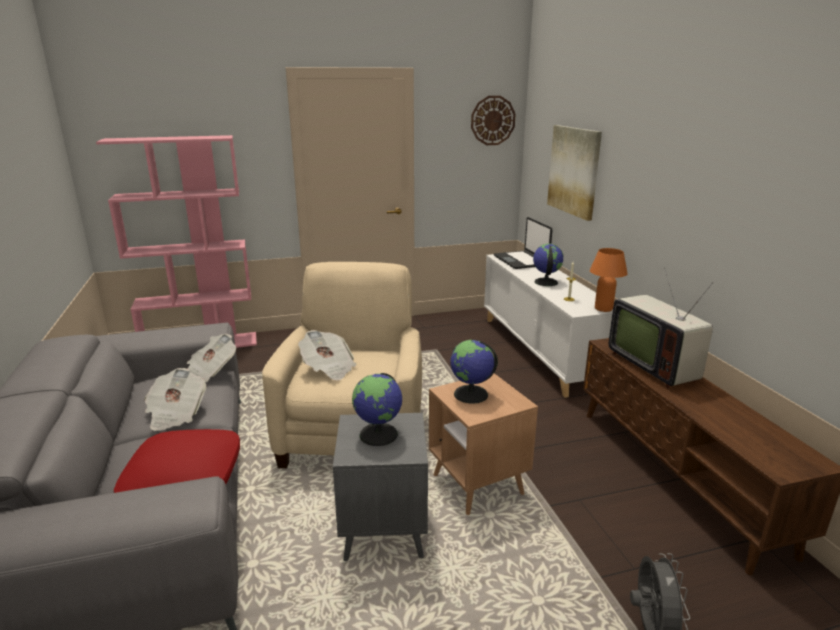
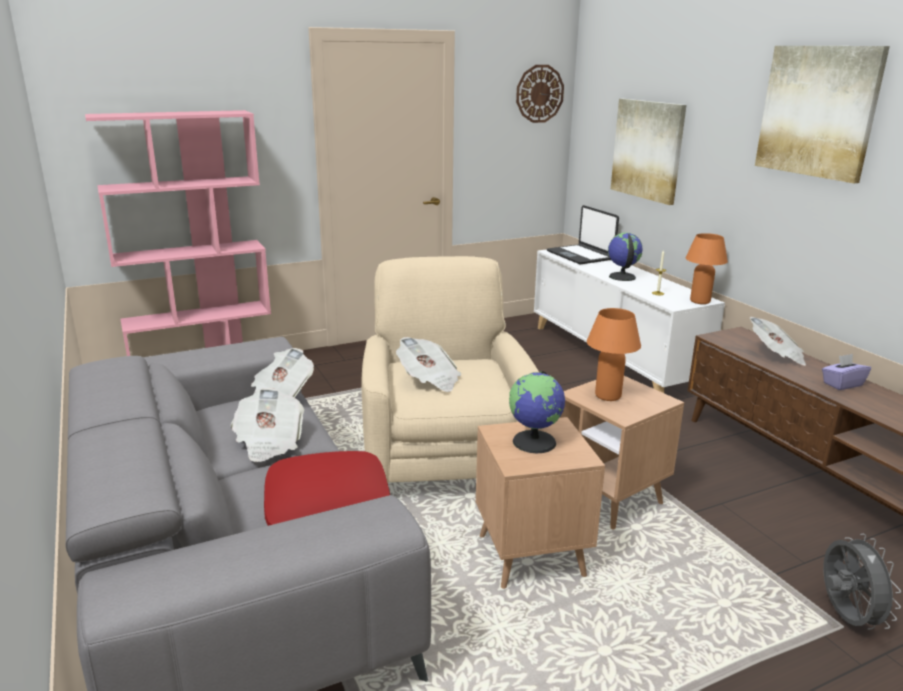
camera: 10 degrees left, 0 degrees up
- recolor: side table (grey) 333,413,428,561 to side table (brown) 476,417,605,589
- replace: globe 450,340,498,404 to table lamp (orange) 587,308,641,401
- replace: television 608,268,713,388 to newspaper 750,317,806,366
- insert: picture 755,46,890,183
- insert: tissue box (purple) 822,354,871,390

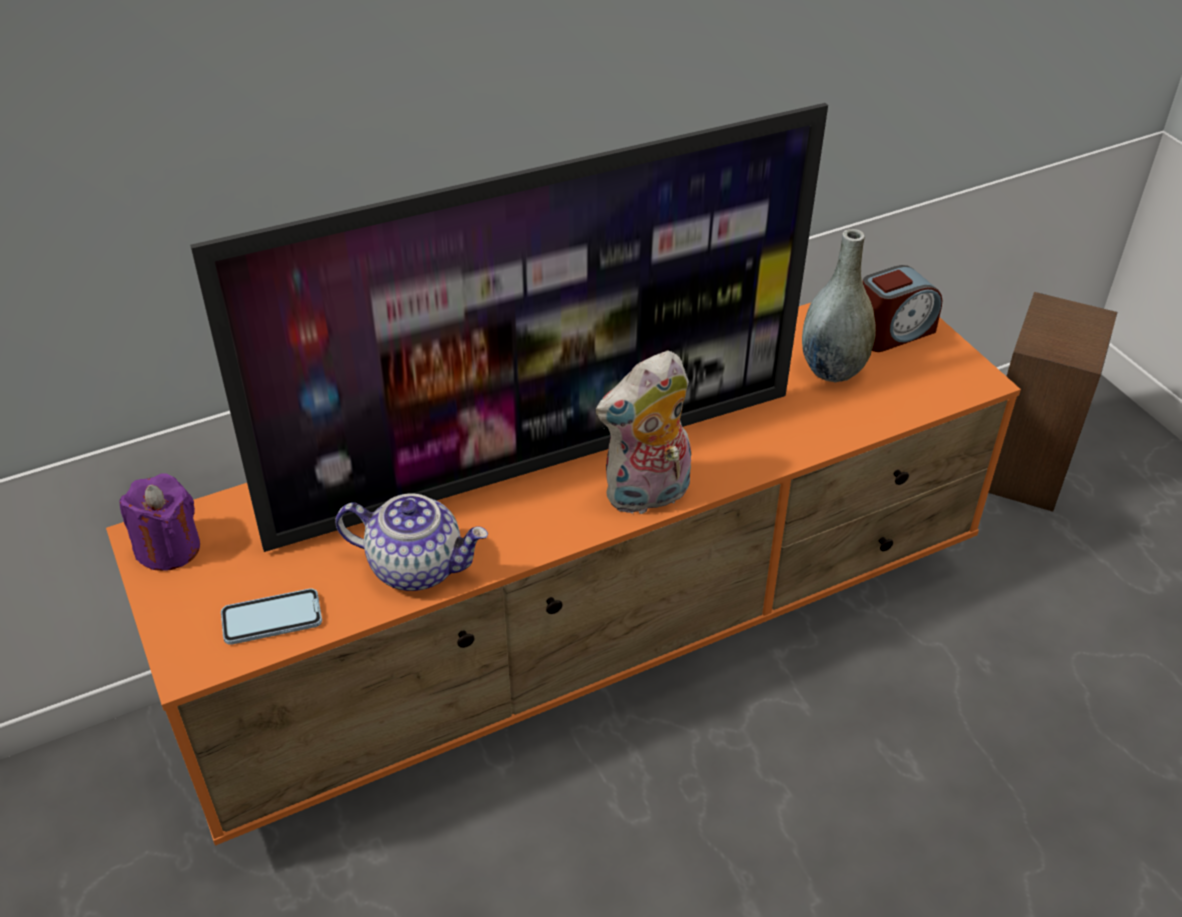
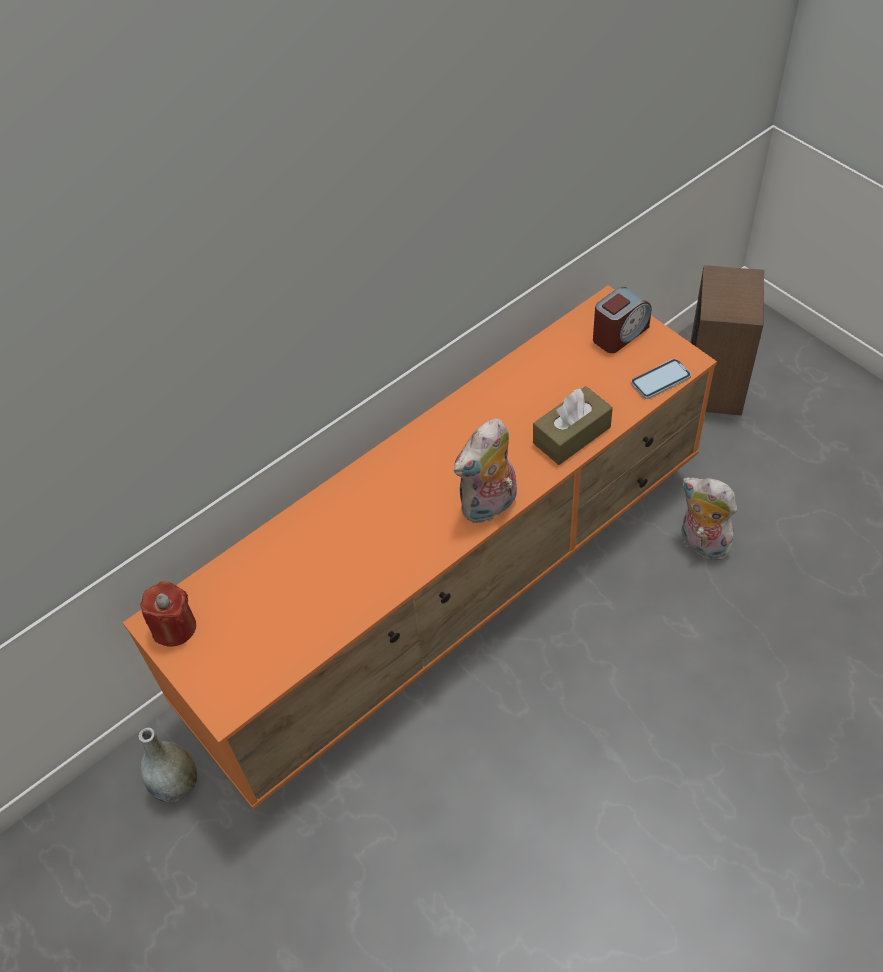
camera: 10 degrees left, 10 degrees up
- move: vase (grey) 802,229,876,383 to 138,728,197,803
- recolor: candle (purple) 119,473,200,571 to candle (red) 140,581,196,647
- insert: tissue box (brown) 533,386,613,465
- move: phone 221,588,322,645 to 631,359,691,399
- insert: plush toy 681,477,738,561
- delete: television 190,103,828,552
- delete: teapot 335,493,488,591

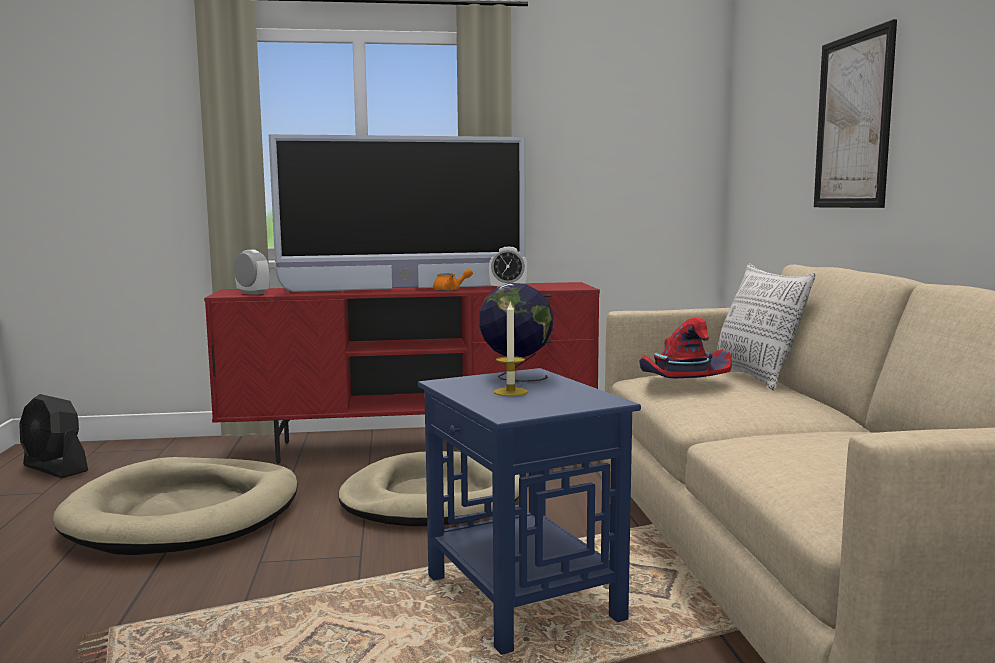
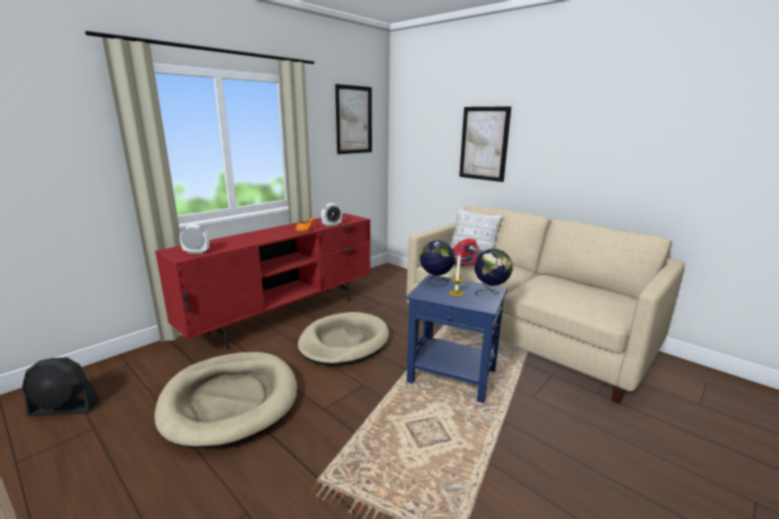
camera: 40 degrees left, 10 degrees up
- insert: picture 335,84,372,154
- insert: globe 474,249,513,296
- delete: television 269,134,526,292

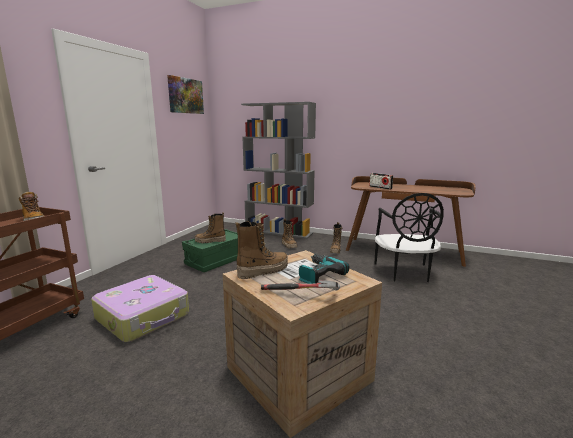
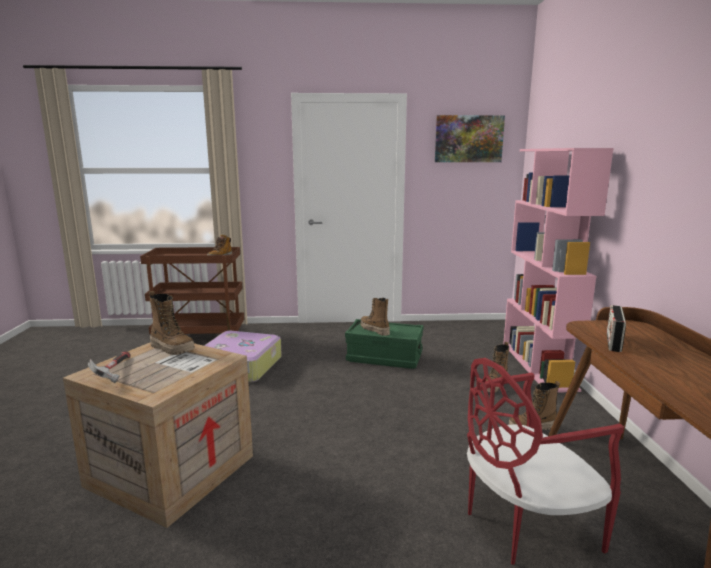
camera: 65 degrees right, 0 degrees up
- recolor: chair (black) 375,193,444,282 to chair (red) 467,358,624,565
- recolor: bookcase (grey) 241,102,316,239 to bookcase (pink) 503,148,614,393
- delete: power drill 299,254,350,284

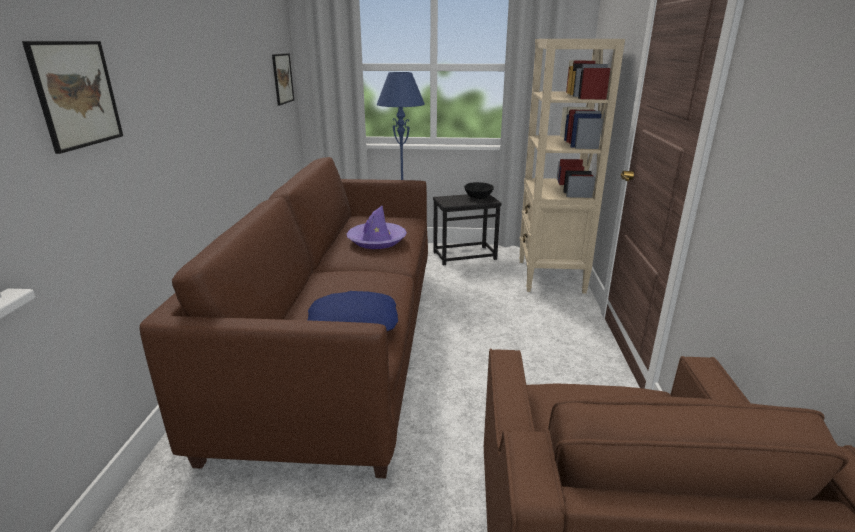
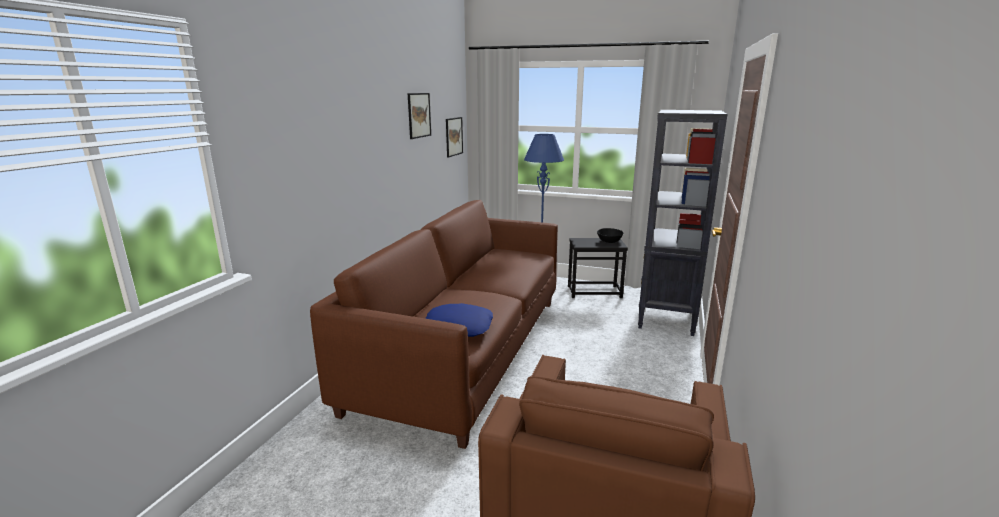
camera: 15 degrees right, 5 degrees down
- move: picture 22,41,123,154 to 408,93,431,139
- recolor: bookcase (beige) 519,39,625,294 to bookcase (black) 638,110,728,336
- delete: hat (purple) 346,206,407,249

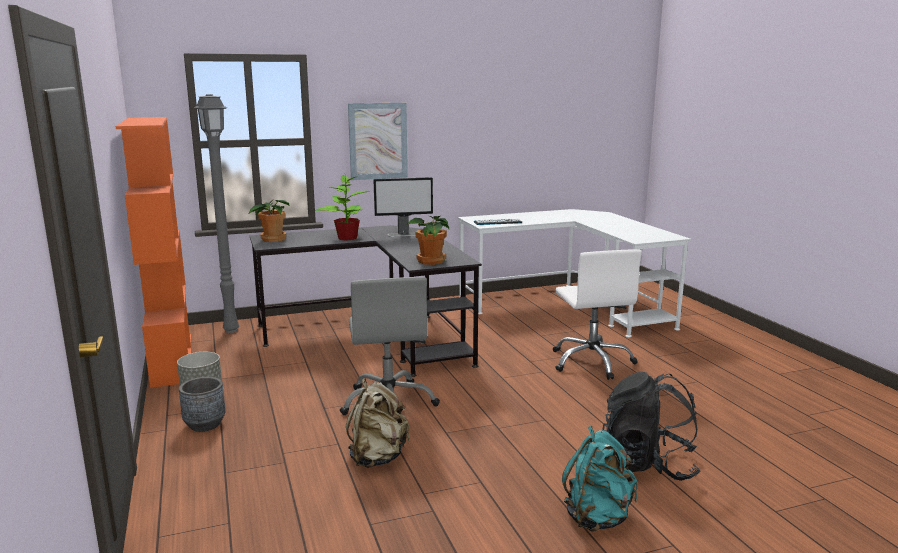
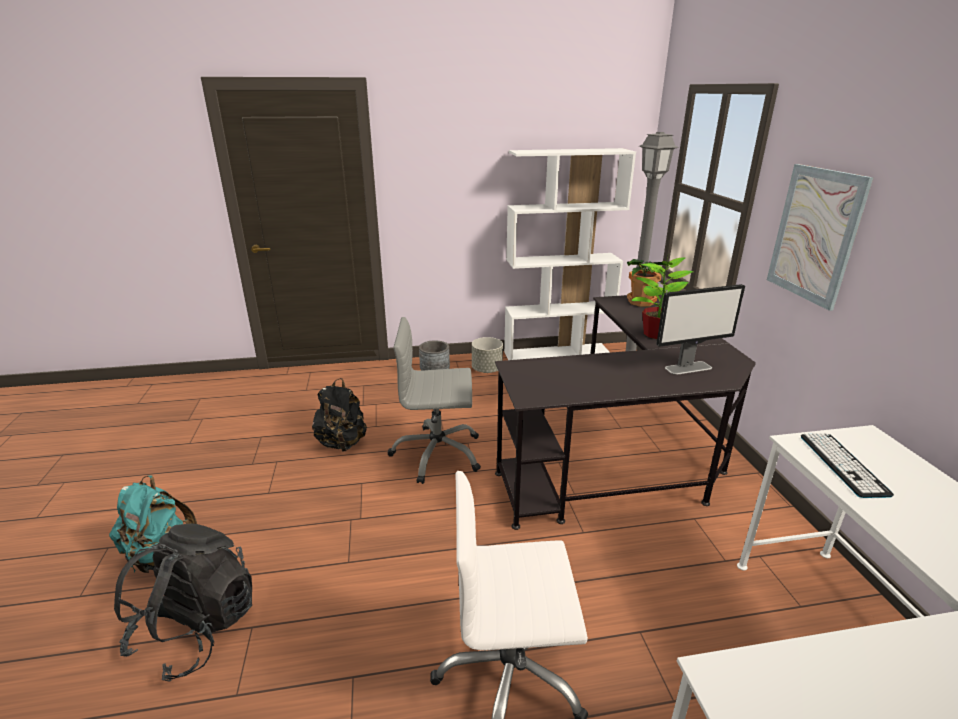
camera: 100 degrees right, 10 degrees up
- recolor: backpack (beige) 346,378,410,468 to backpack (black) 312,378,367,452
- recolor: bookcase (orange) 116,117,191,388 to bookcase (white) 504,148,636,360
- rotate: monitor 374,177,433,237 = 656,284,745,375 105 degrees counterclockwise
- delete: potted plant 407,216,449,265

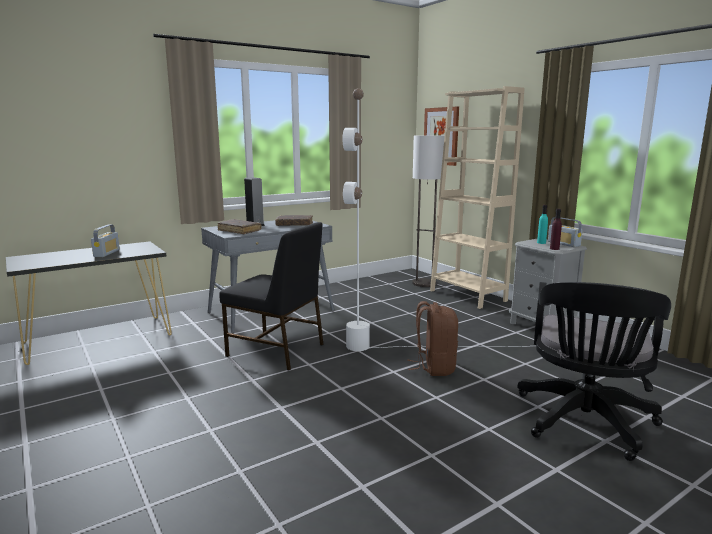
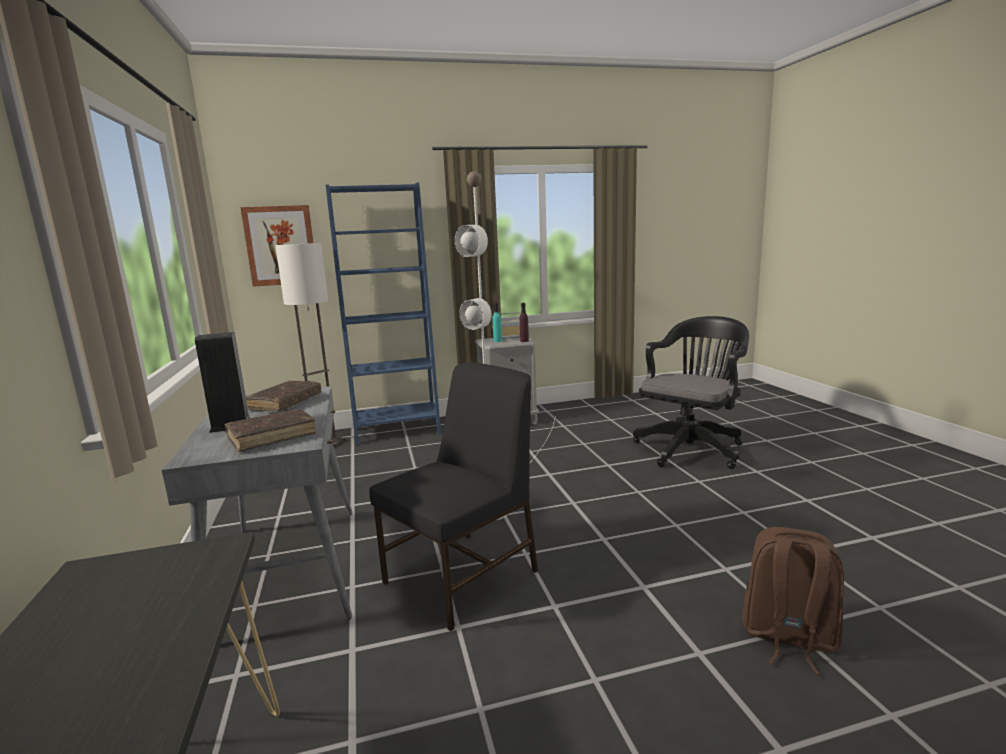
camera: 70 degrees left, 0 degrees up
- recolor: bookcase (beige) 430,86,525,309 to bookcase (blue) 326,183,441,445
- rotate: office chair (black) 517,282,671,461 = 633,316,749,469 90 degrees counterclockwise
- move: backpack (brown) 407,301,458,376 to 742,527,844,675
- delete: radio 91,224,120,257

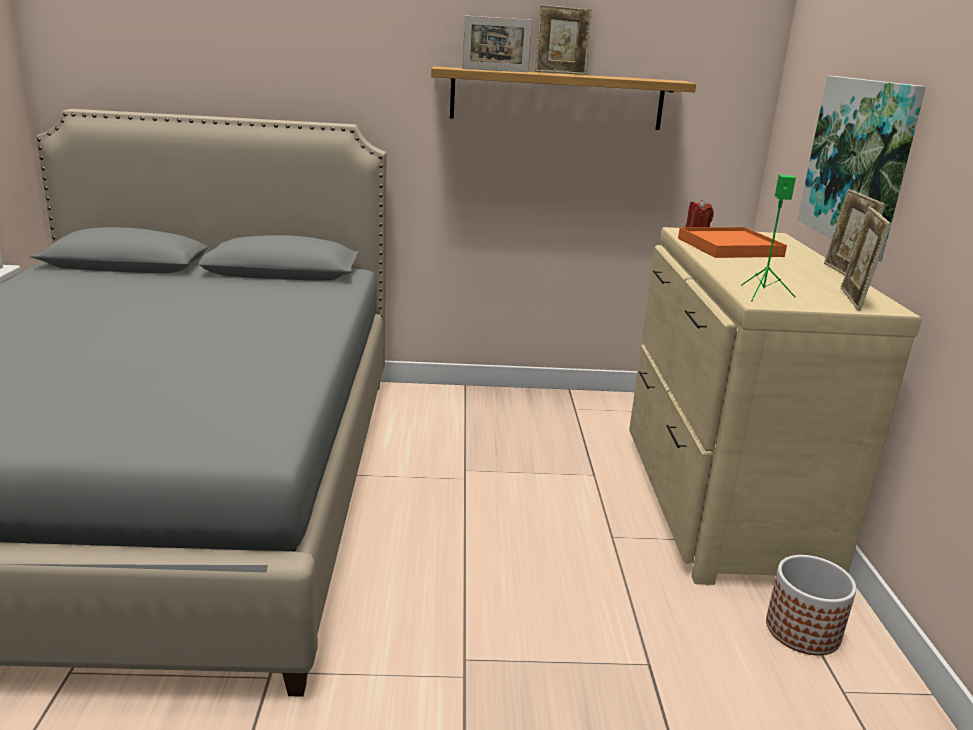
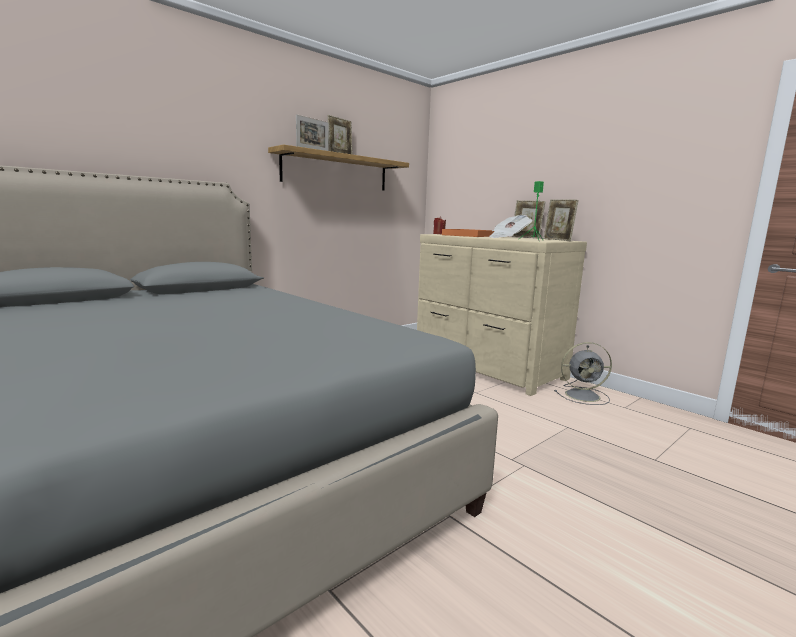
camera: 40 degrees left, 10 degrees down
- insert: newspaper 489,215,532,238
- replace: planter 766,555,856,655 to fan (grey) 554,342,612,405
- delete: picture 798,76,926,261

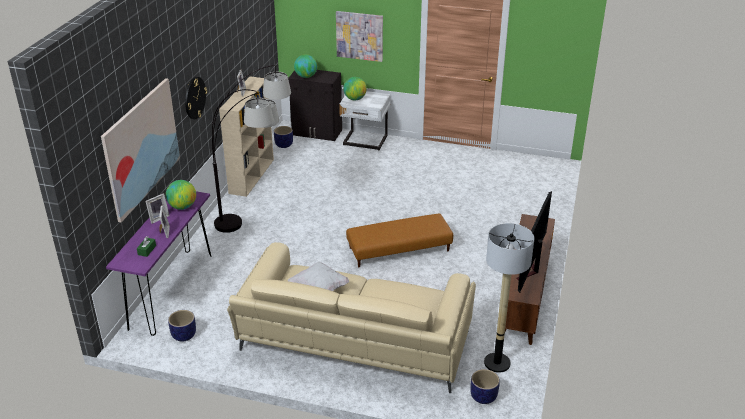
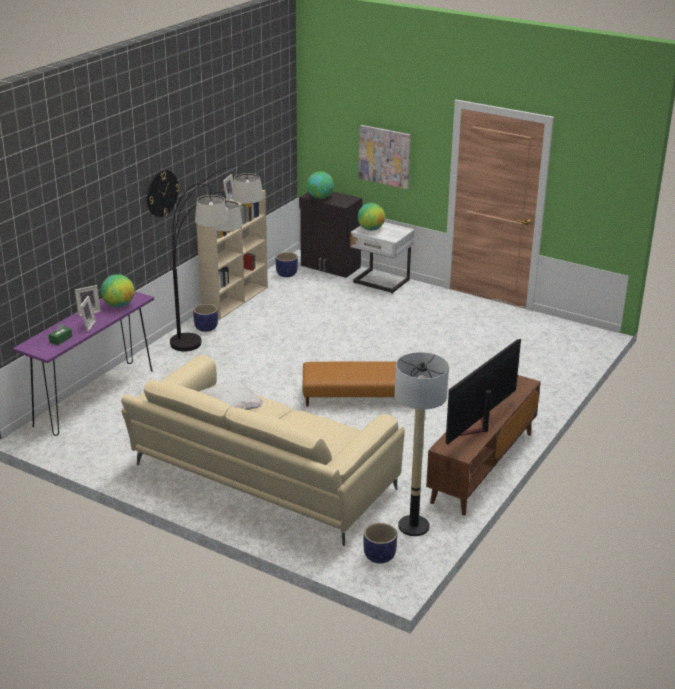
camera: 15 degrees right, 5 degrees down
- move: planter 168,310,196,341 to 193,304,218,332
- delete: picture 101,78,180,222

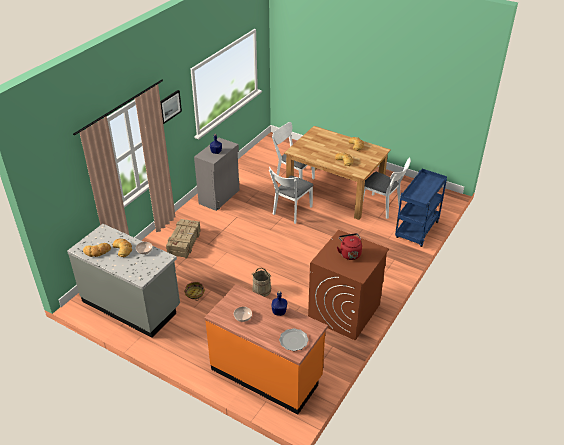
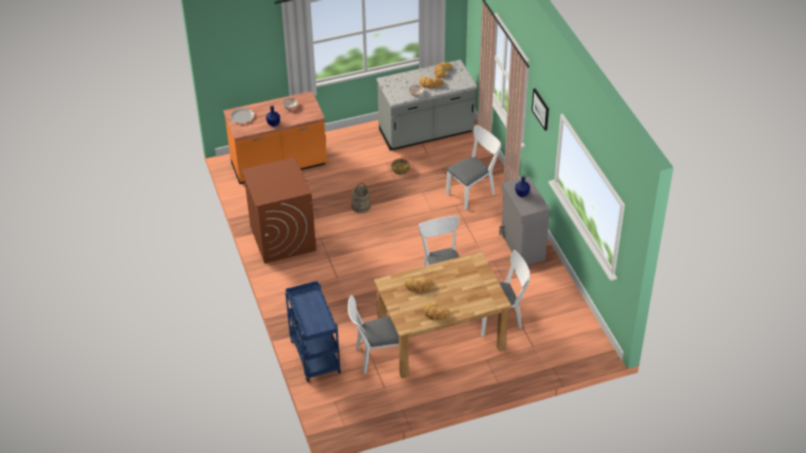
camera: 130 degrees right, 5 degrees up
- replace: crate 166,219,201,259 to chair (white) 446,125,501,210
- delete: kettle (red) 337,233,362,260

